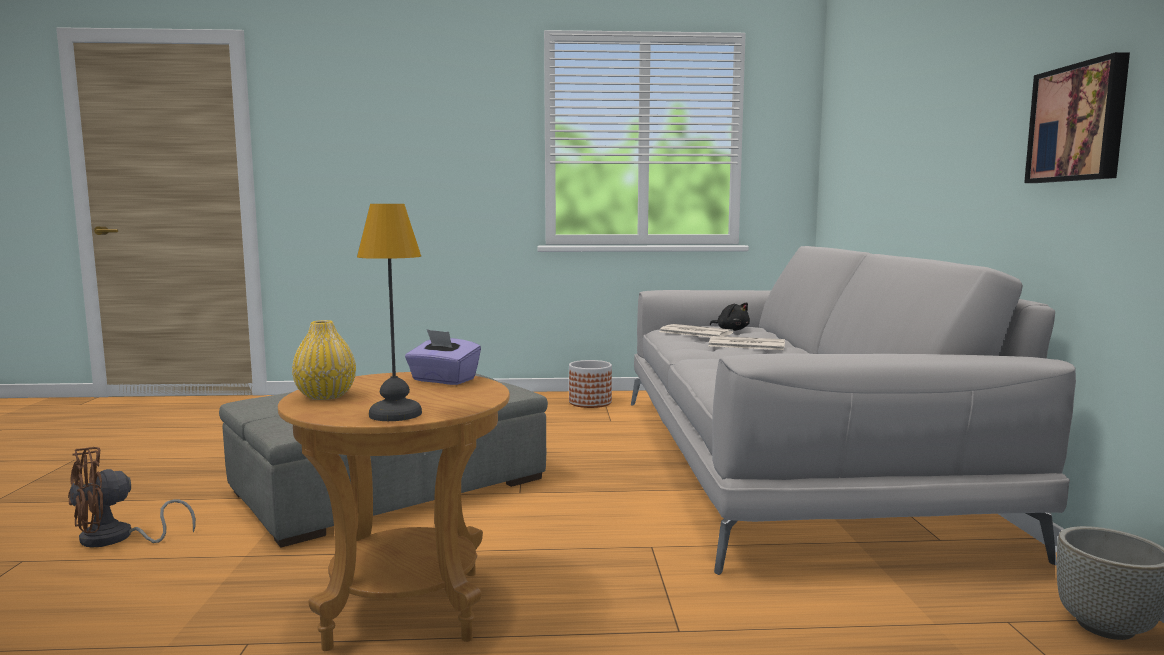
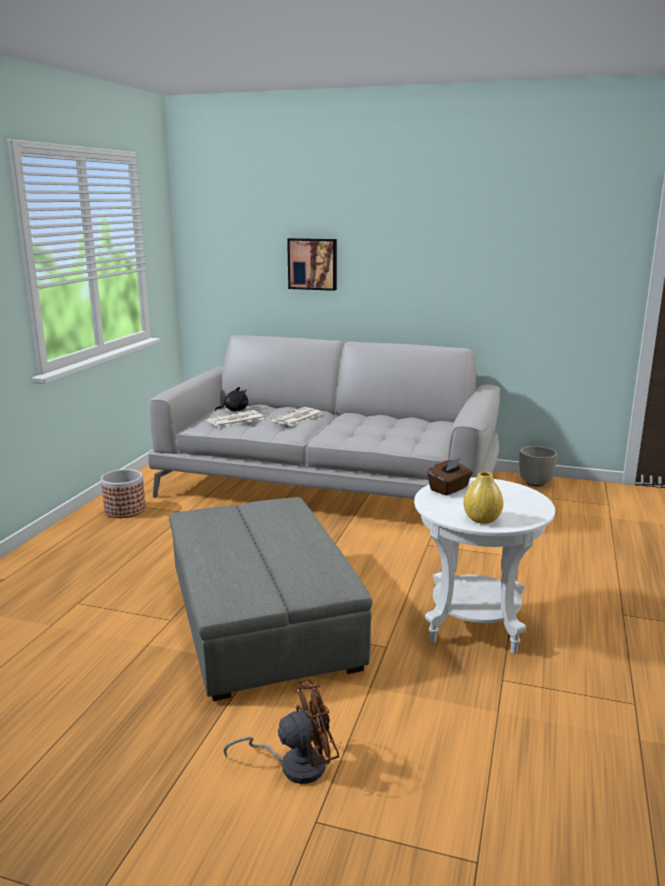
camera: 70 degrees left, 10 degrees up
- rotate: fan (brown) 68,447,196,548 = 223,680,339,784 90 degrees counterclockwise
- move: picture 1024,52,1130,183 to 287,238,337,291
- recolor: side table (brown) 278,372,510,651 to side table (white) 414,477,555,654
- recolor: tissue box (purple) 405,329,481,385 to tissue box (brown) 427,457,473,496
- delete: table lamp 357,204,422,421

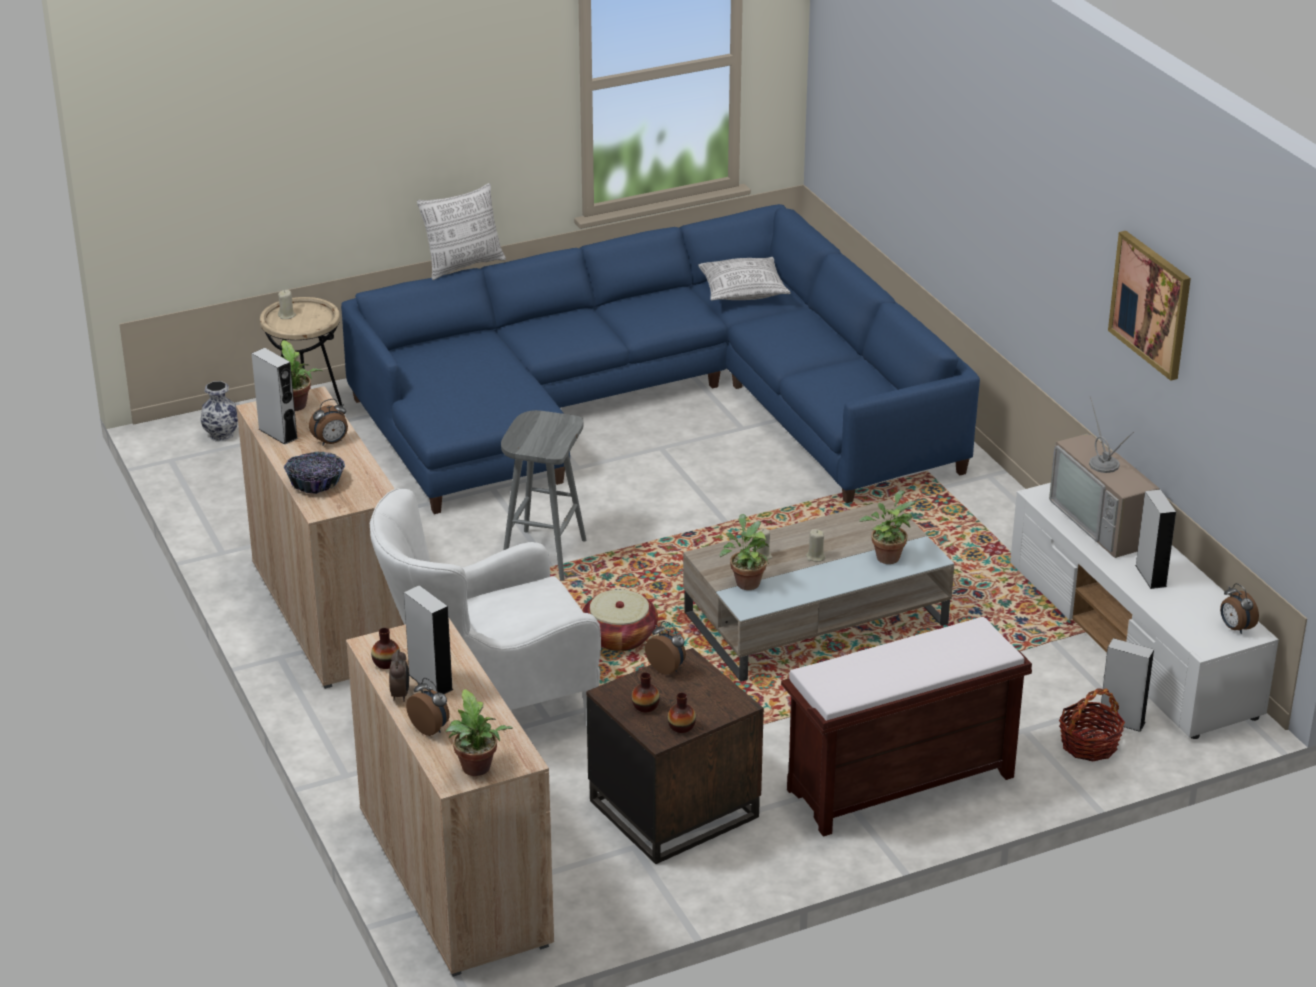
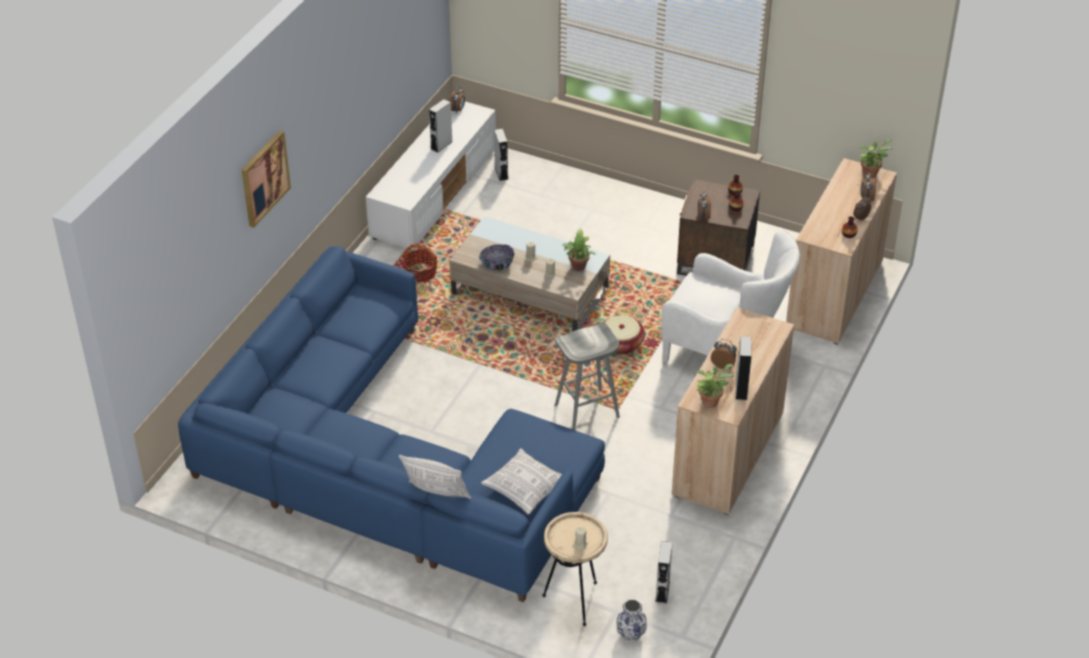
camera: 130 degrees left, 10 degrees up
- move: picture 1108,231,1191,381 to 242,131,291,228
- move: basket 1059,688,1125,761 to 402,243,438,282
- move: bowl 284,452,345,494 to 479,244,515,271
- move: pillow 698,257,791,301 to 481,448,562,515
- move: speaker (grey) 404,585,453,694 to 655,541,673,603
- delete: bench (brown) 781,617,1032,837
- delete: potted plant 859,490,915,564
- delete: television 1049,396,1160,558

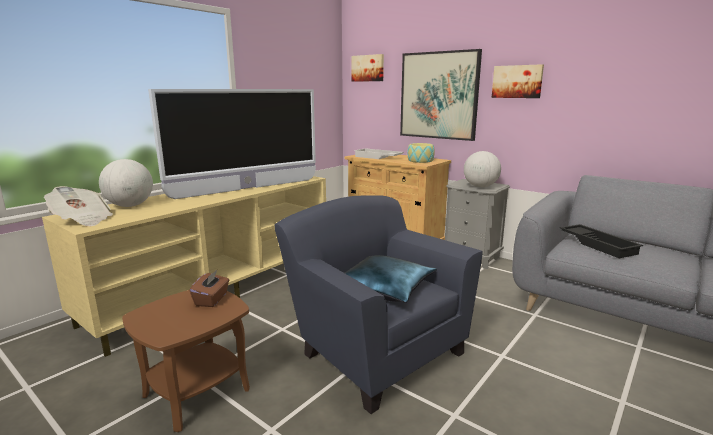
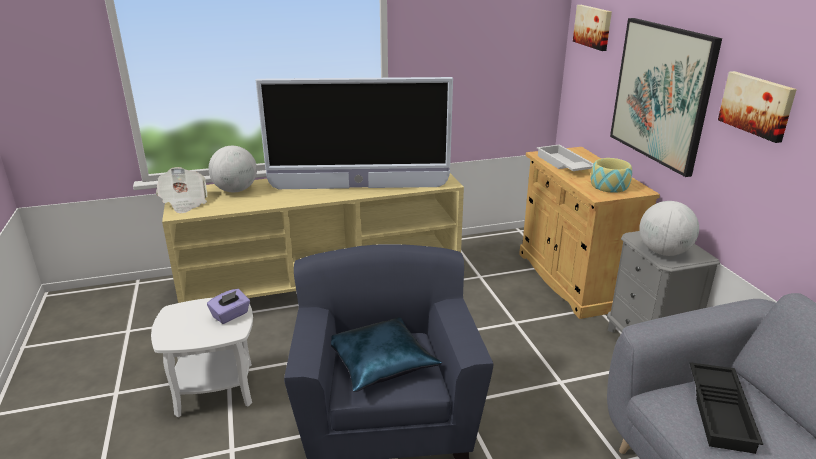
camera: 35 degrees right, 10 degrees up
- recolor: side table (brown) 122,290,250,432 to side table (white) 151,298,253,417
- recolor: tissue box (brown) 190,270,229,307 to tissue box (purple) 207,289,250,324

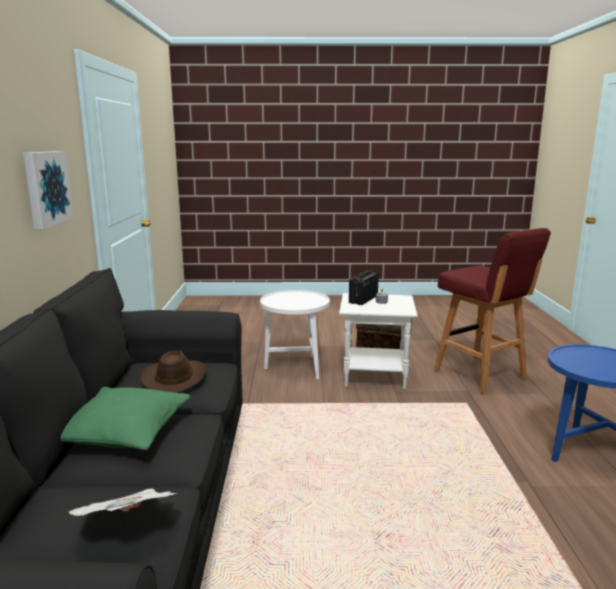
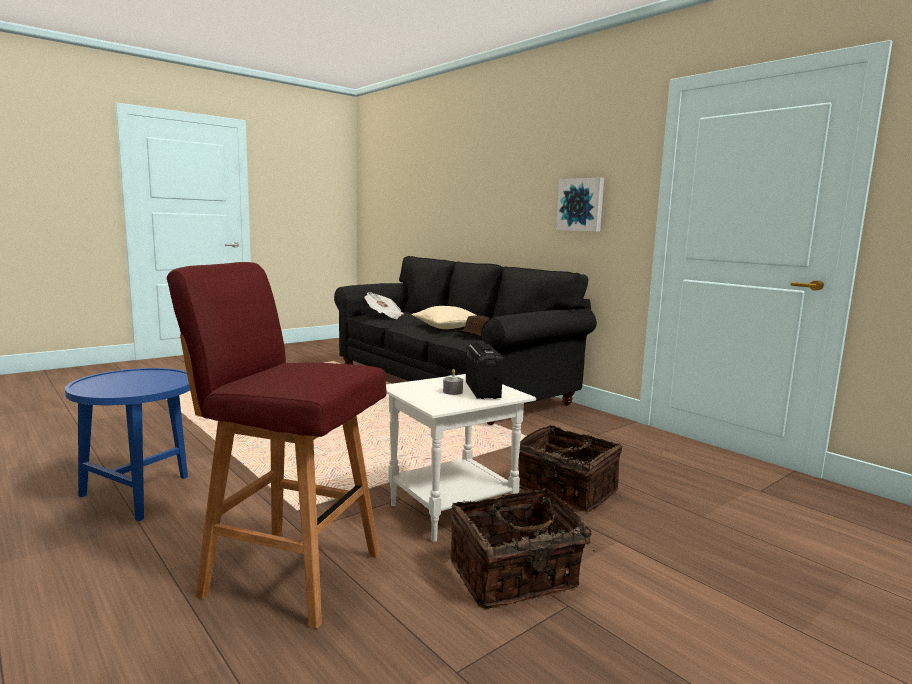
camera: 140 degrees right, 5 degrees down
- recolor: pillow (green) 60,387,190,450 to pillow (beige) 412,306,477,329
- replace: side table (white) 260,290,330,379 to basket 518,425,622,512

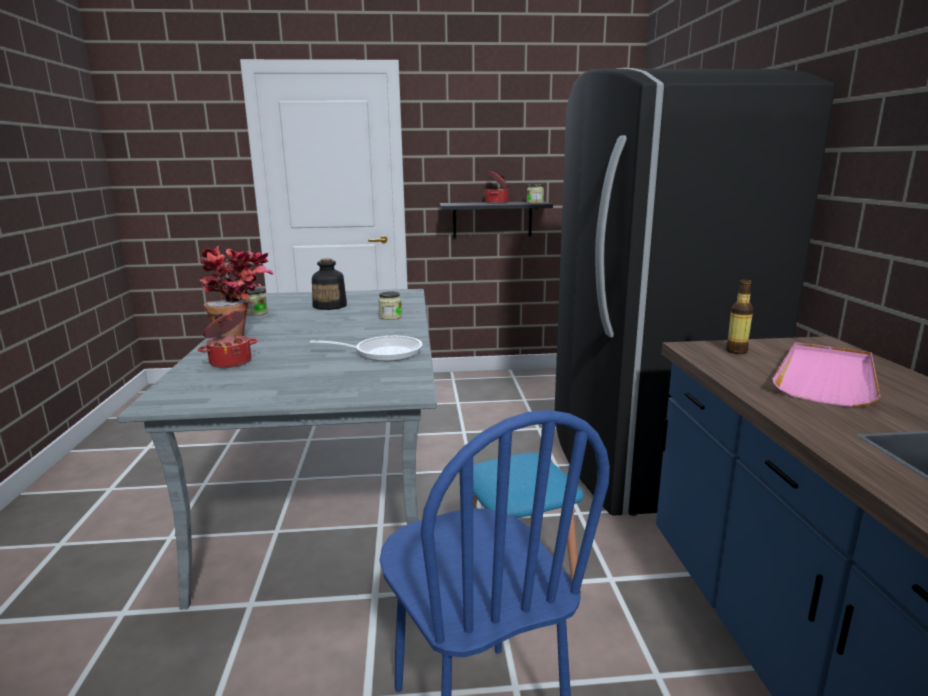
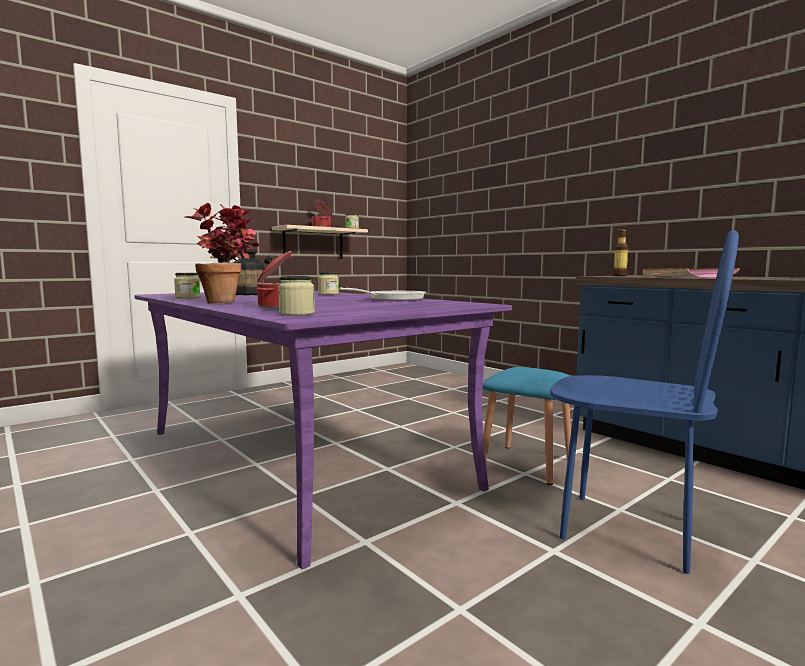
camera: 35 degrees left, 10 degrees down
- recolor: dining table (grey) 117,289,437,610 to dining table (purple) 135,291,512,569
- recolor: shelf (black) 440,201,553,238 to shelf (beige) 272,225,368,259
- insert: jar 278,276,315,315
- delete: fridge (black) 555,68,835,516

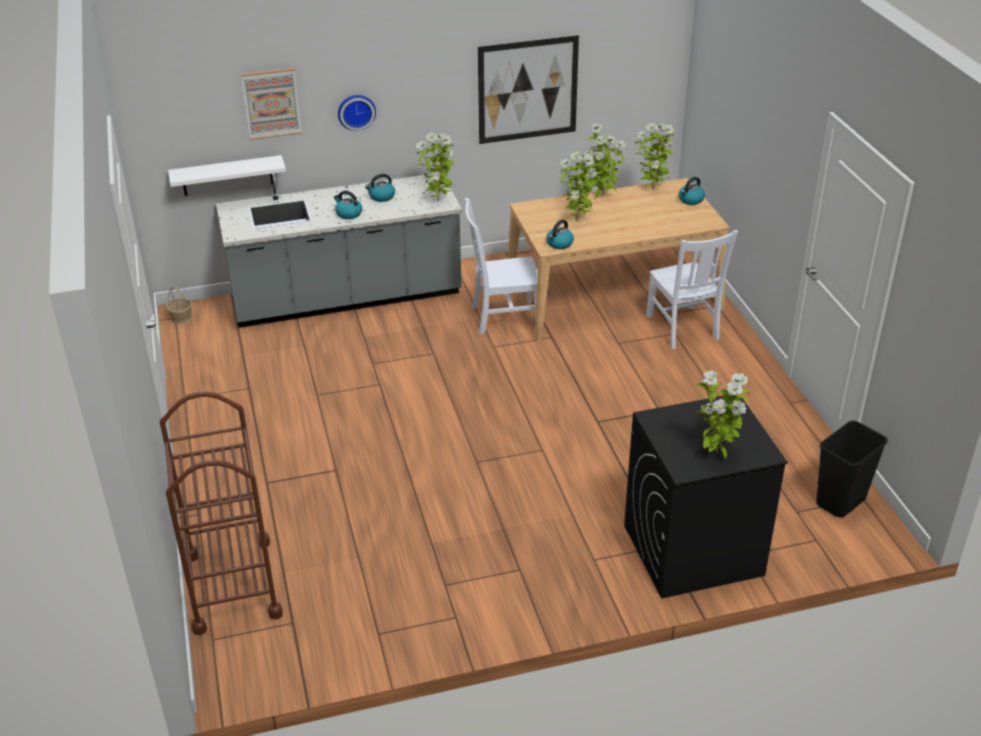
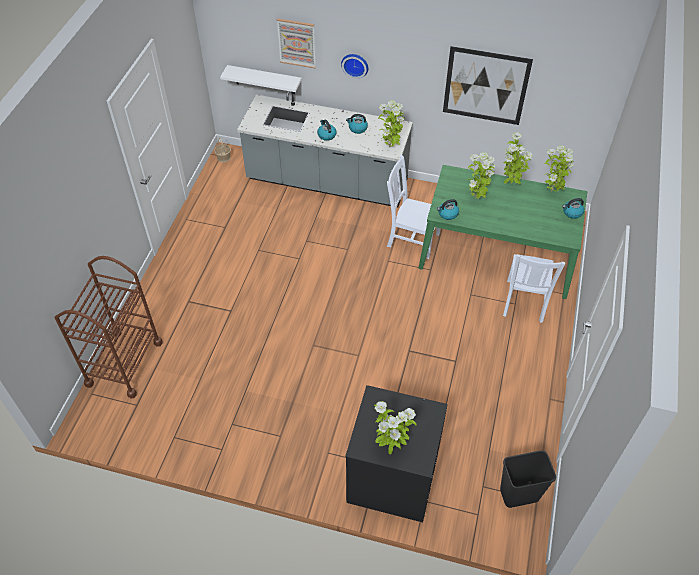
camera: 30 degrees right, 15 degrees up
- recolor: dining table (beige) 507,178,729,341 to dining table (green) 419,165,587,299

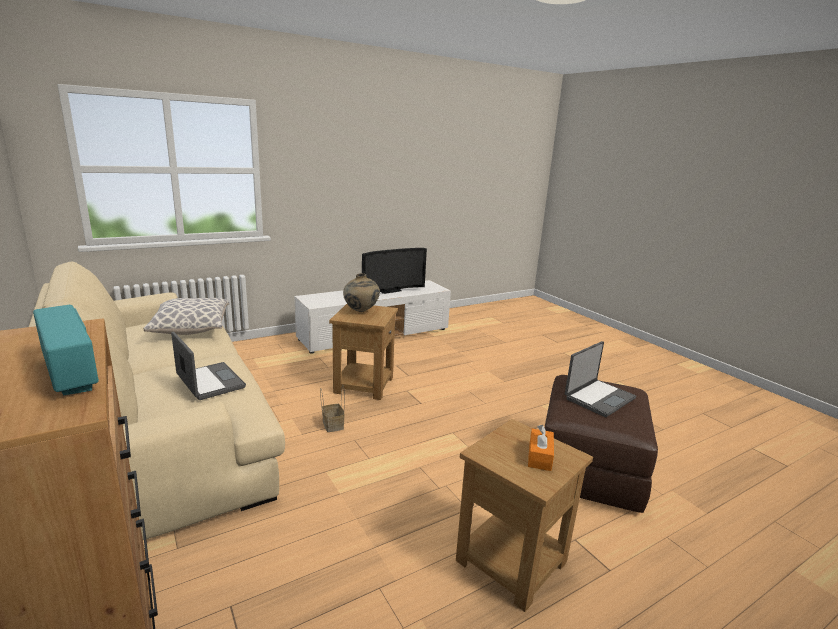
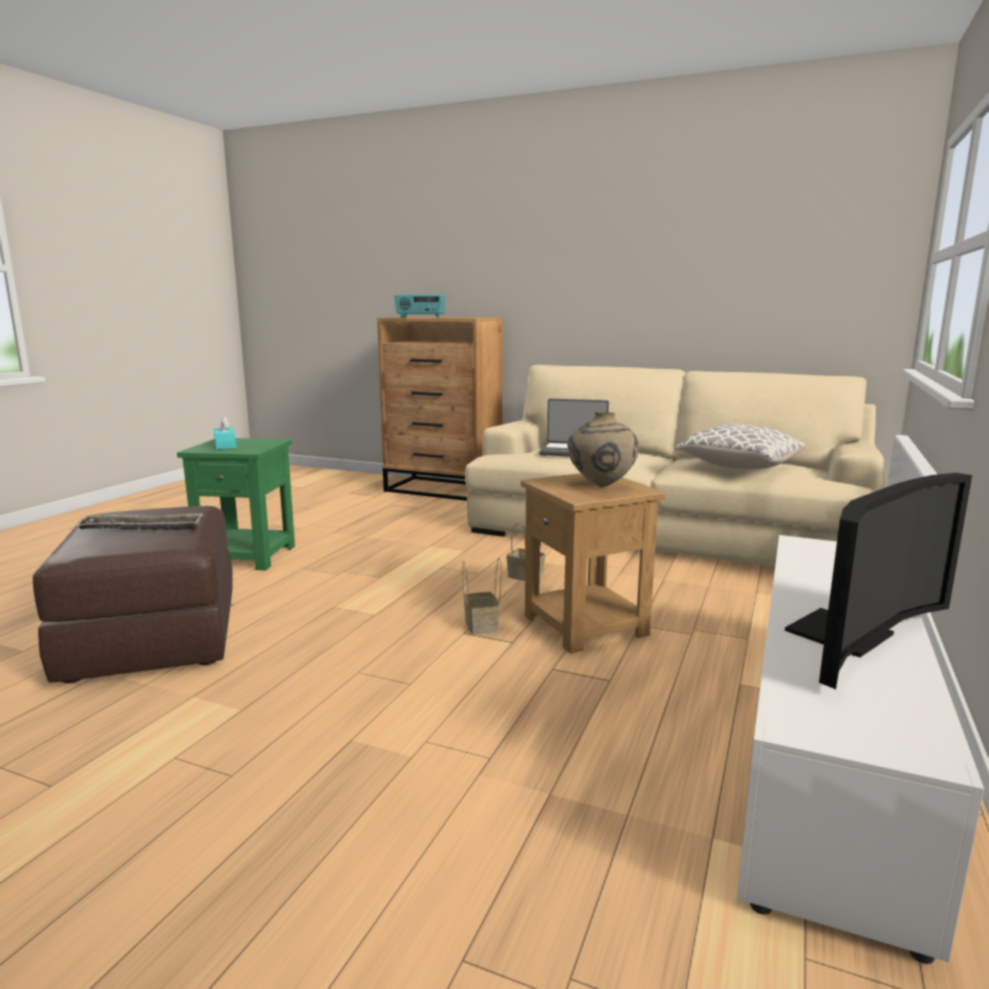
camera: 145 degrees right, 5 degrees down
- replace: laptop 565,341,636,417 to tray 75,513,204,530
- recolor: side table (brown) 456,419,593,612 to side table (green) 177,438,295,571
- recolor: tissue box (orange) 528,425,554,471 to tissue box (turquoise) 214,416,236,450
- insert: basket 463,558,502,634
- rotate: television 362,248,427,294 = 785,473,972,689 150 degrees counterclockwise

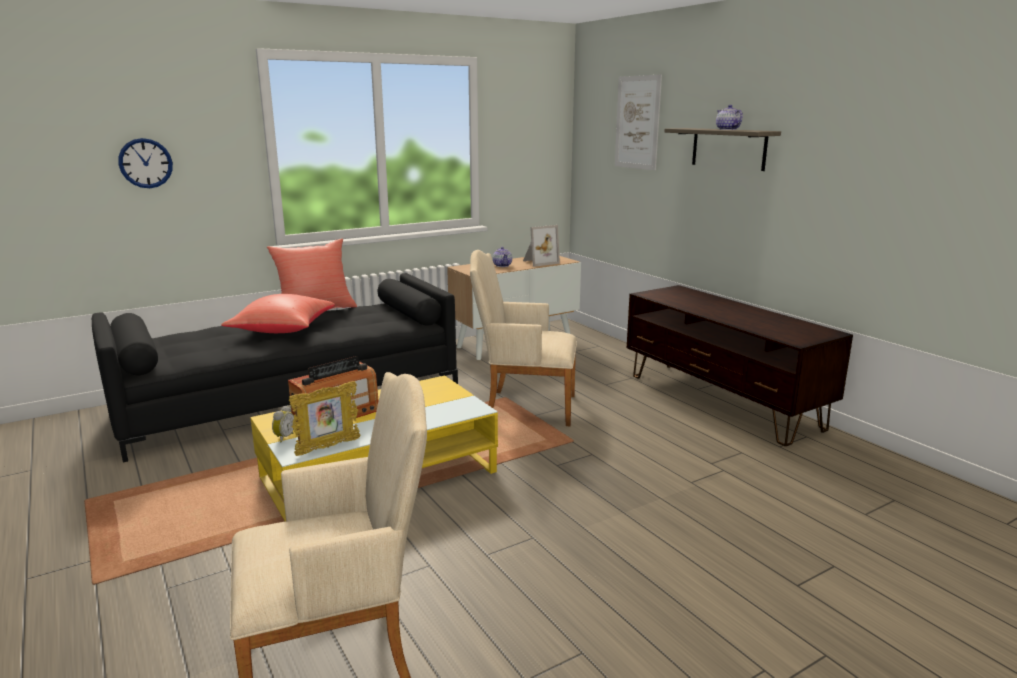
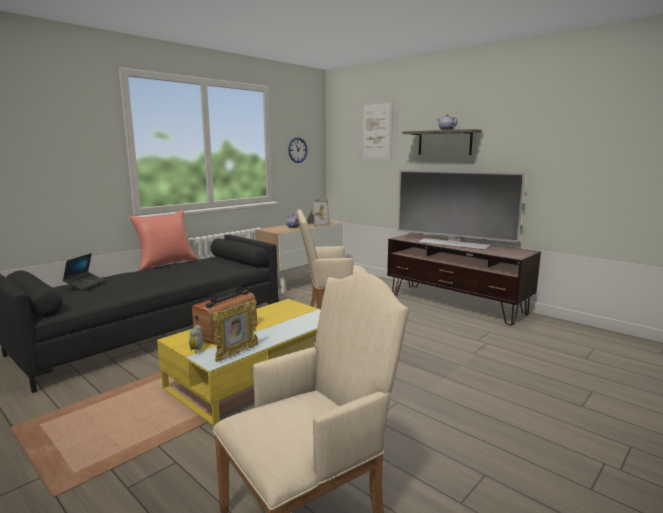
camera: 15 degrees left, 5 degrees down
- insert: laptop 63,253,105,290
- move: wall clock 118,138,173,188 to 288,137,307,163
- insert: television 397,170,525,250
- delete: pillow (red) 221,294,335,333

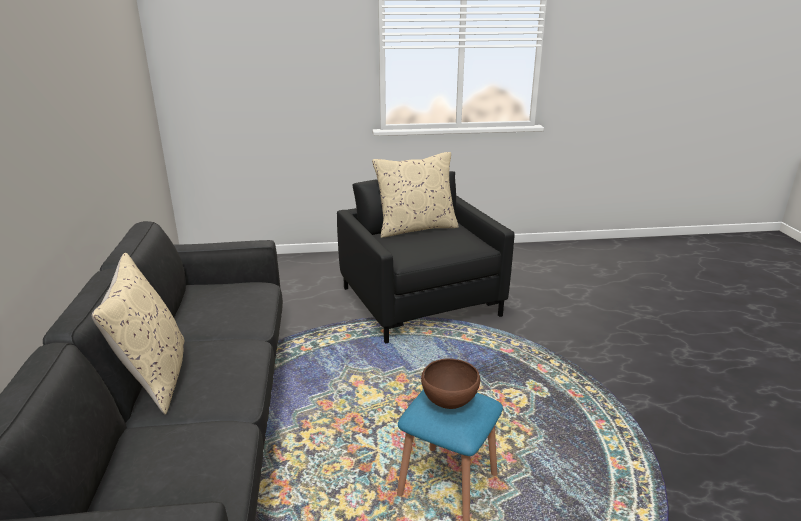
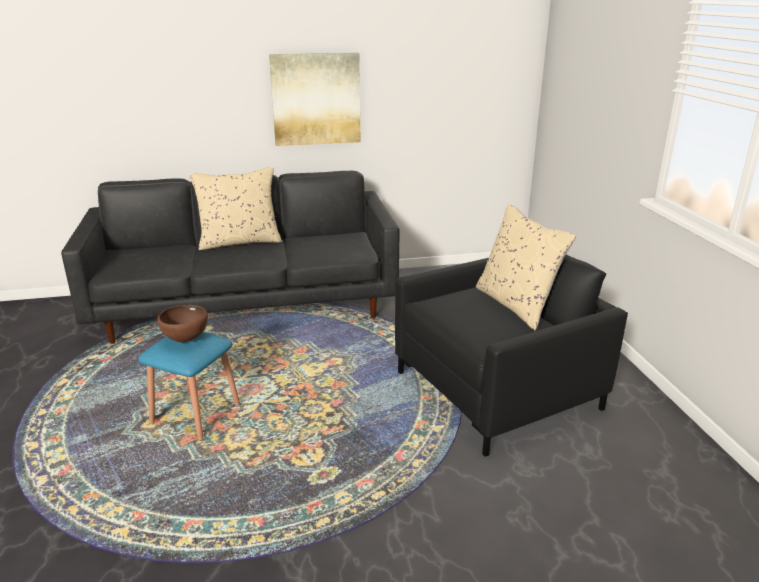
camera: 85 degrees right, 0 degrees up
- insert: picture 269,53,360,146

